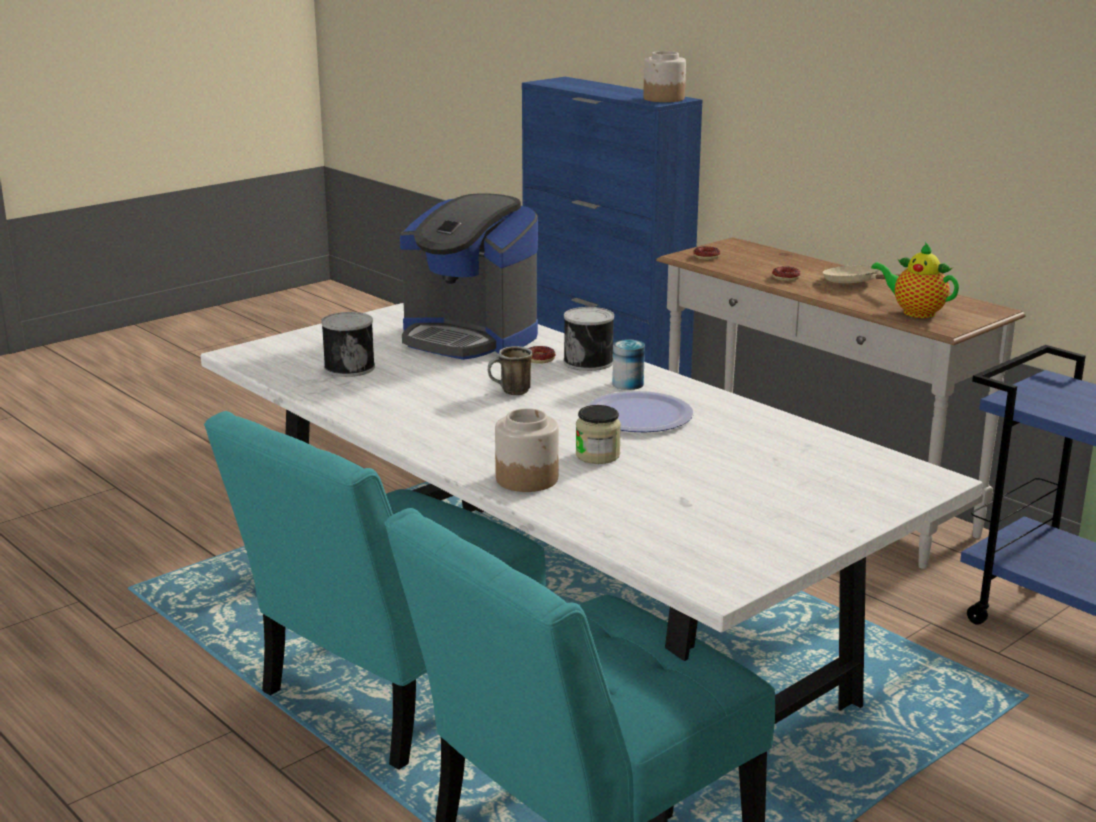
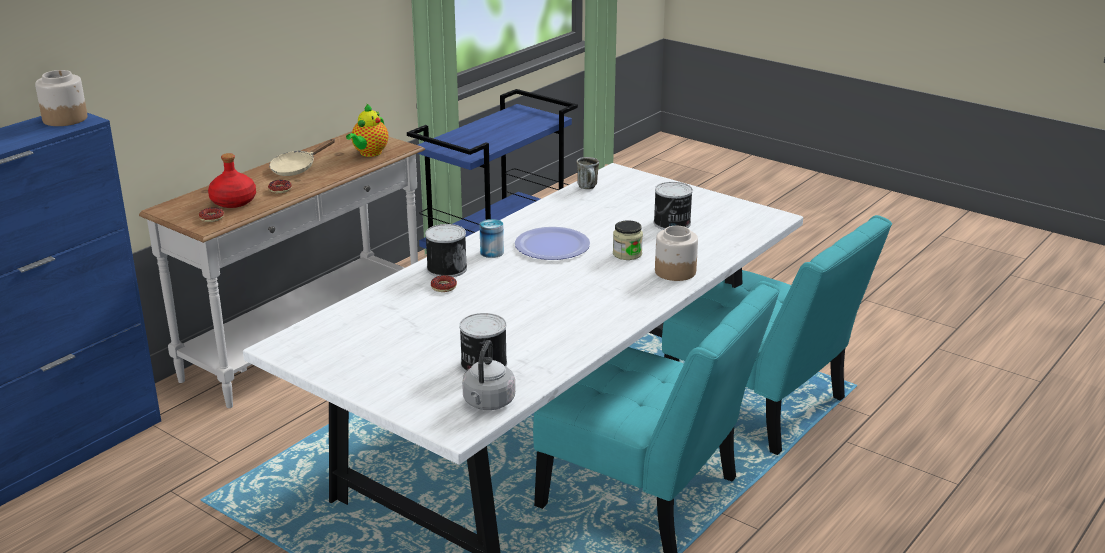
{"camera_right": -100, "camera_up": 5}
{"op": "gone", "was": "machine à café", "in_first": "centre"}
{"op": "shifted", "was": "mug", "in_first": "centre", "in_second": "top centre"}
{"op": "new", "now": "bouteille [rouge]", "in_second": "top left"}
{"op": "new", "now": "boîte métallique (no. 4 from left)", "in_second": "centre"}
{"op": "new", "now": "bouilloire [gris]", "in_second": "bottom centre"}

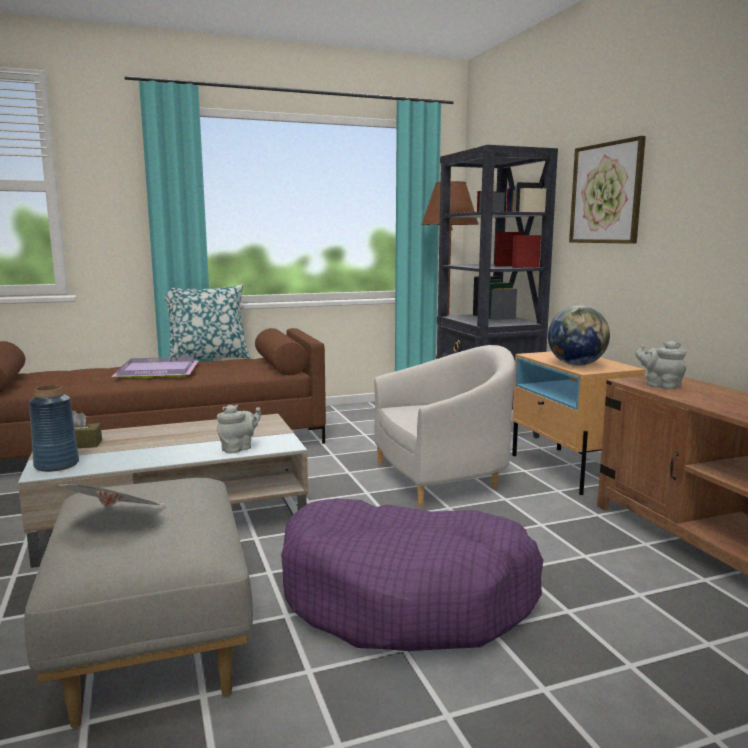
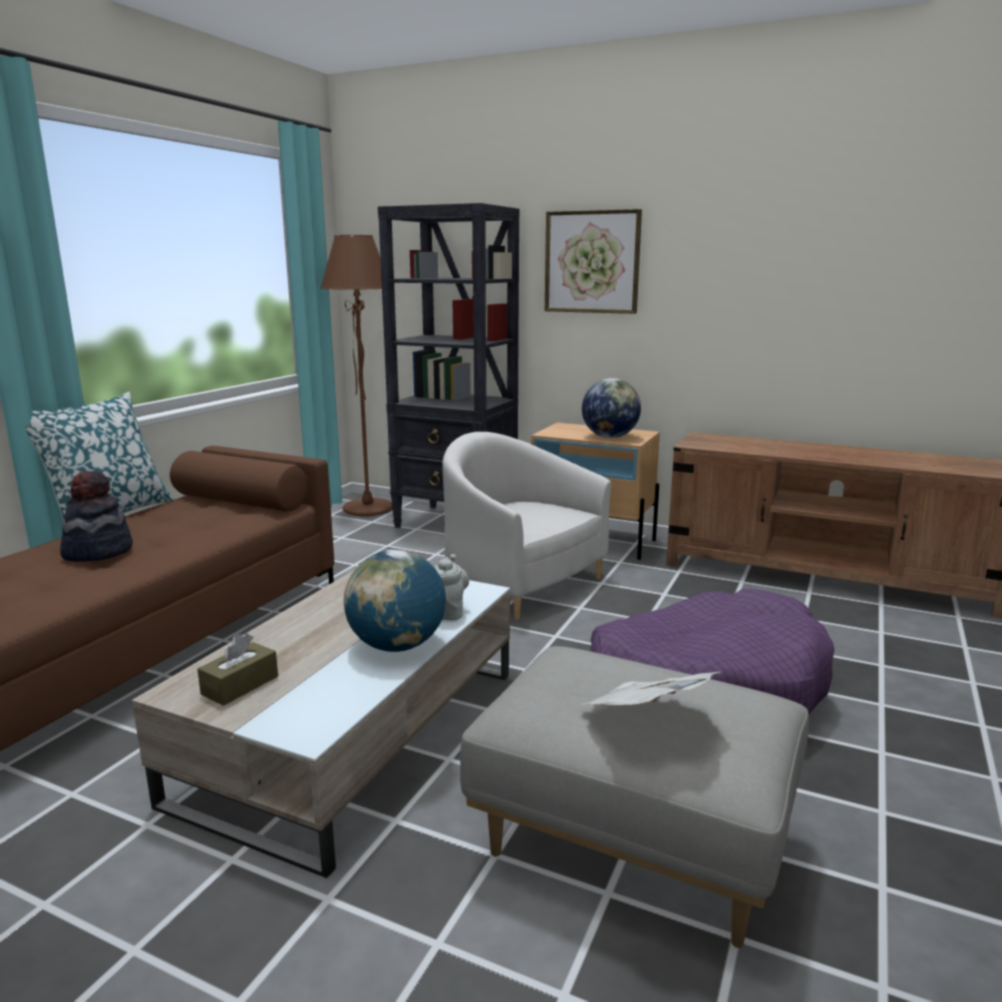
{"camera_right": -45, "camera_up": 5}
{"op": "gone", "was": "théière [gris] (no. 2 from left)", "in_first": "middle right"}
{"op": "rotated", "was": "fauteuil [blanc]", "in_first": "centre", "in_second": "centre", "clockwise": -75}
{"op": "swapped", "was": "plateau [violet]", "now": "chapeau", "in_first": "middle left", "in_second": "middle left"}
{"op": "gone", "was": "vase [bleu]", "in_first": "middle left"}
{"op": "new", "now": "globe (no. 1 from left)", "in_second": "centre"}

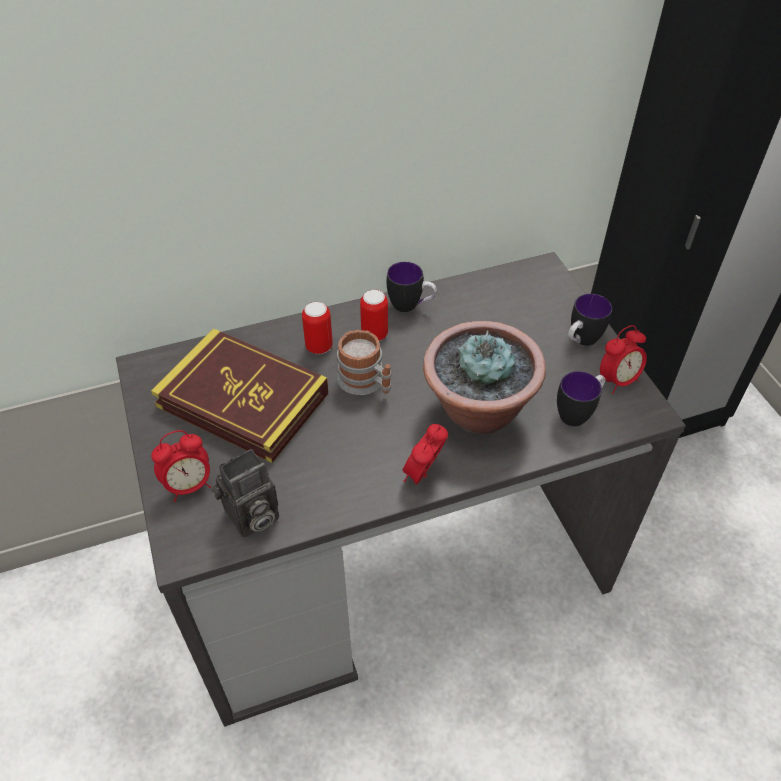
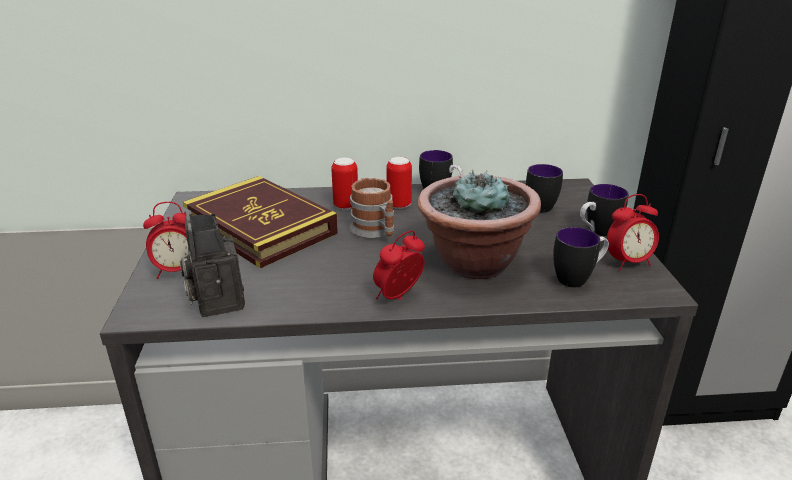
{"camera_right": 15, "camera_up": -20}
{"op": "rotated", "was": "appareil photo", "in_first": "middle left", "in_second": "middle left", "clockwise": 90}
{"op": "new", "now": "mug (no. 3 from left)", "in_second": "middle right"}

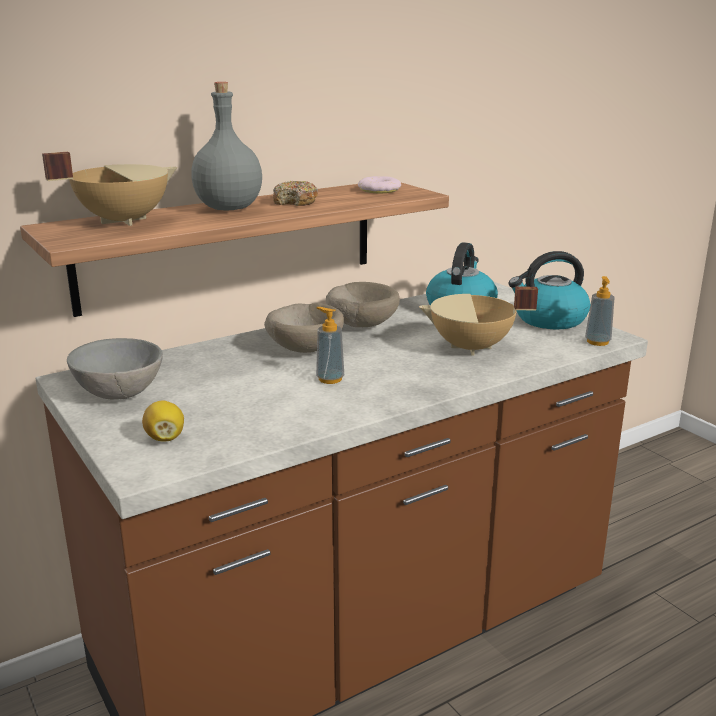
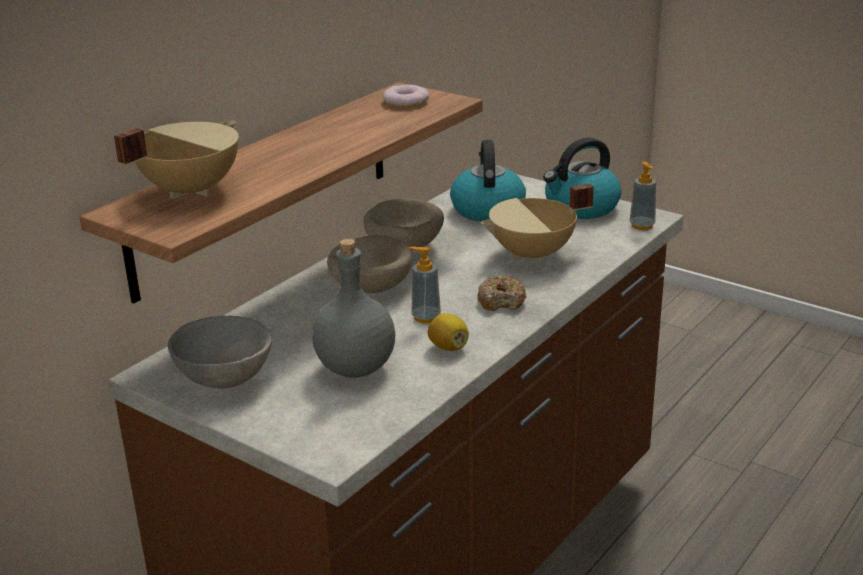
{"camera_right": -20, "camera_up": 5}
{"op": "shifted", "was": "bouteille [gris]", "in_first": "top left", "in_second": "centre"}
{"op": "shifted", "was": "beignet (no. 1 from left in the first image)", "now": "beignet (no. 2 from left)", "in_first": "top centre", "in_second": "centre"}
{"op": "shifted", "was": "citron", "in_first": "middle left", "in_second": "centre"}

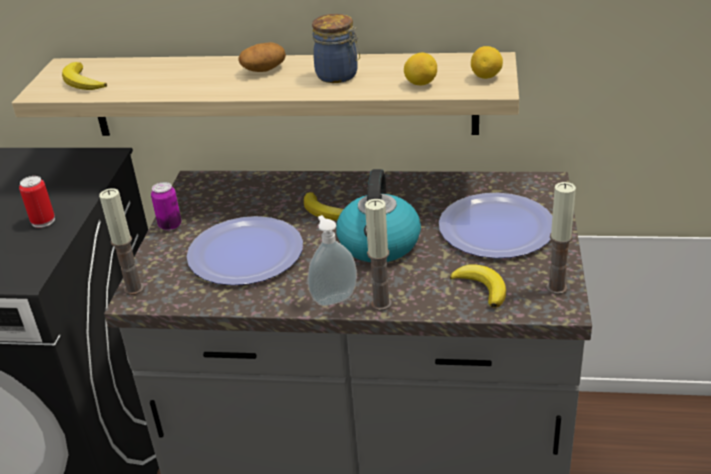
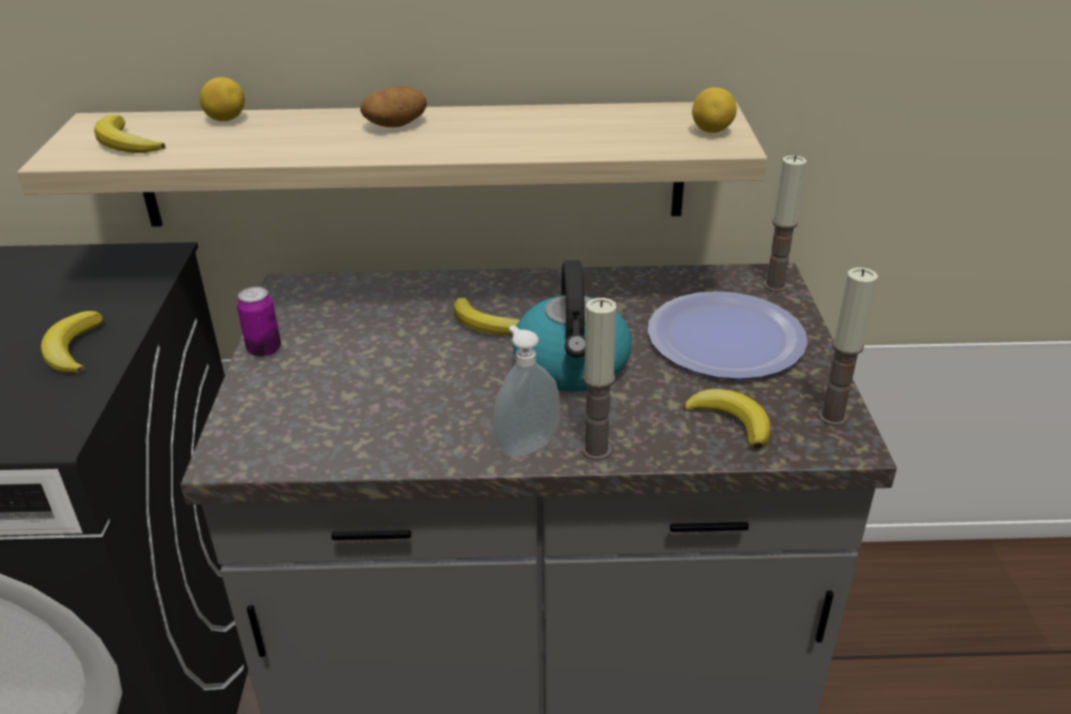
{"camera_right": -10, "camera_up": 0}
{"op": "gone", "was": "bocal", "in_first": "top centre"}
{"op": "shifted", "was": "citron (no. 1 from left)", "in_first": "top centre", "in_second": "top left"}
{"op": "swapped", "was": "boîte métallique (no. 1 from left)", "now": "banane (no. 1 from left)", "in_first": "middle left", "in_second": "middle left"}
{"op": "shifted", "was": "bougie (no. 1 from left in the first image)", "now": "bougie (no. 2 from left)", "in_first": "middle left", "in_second": "top right"}
{"op": "gone", "was": "assiette (no. 1 from left)", "in_first": "centre"}

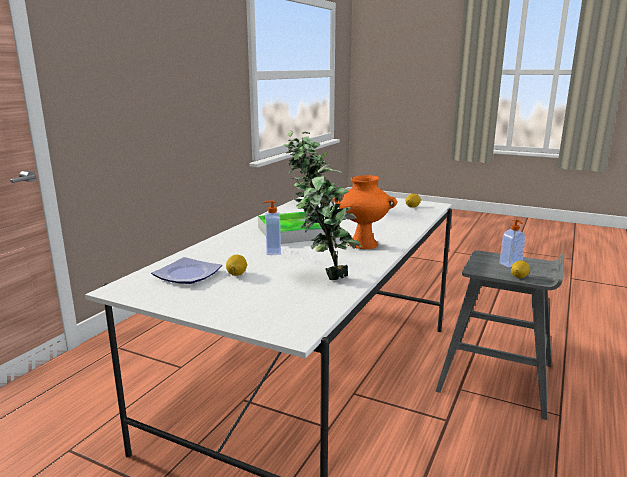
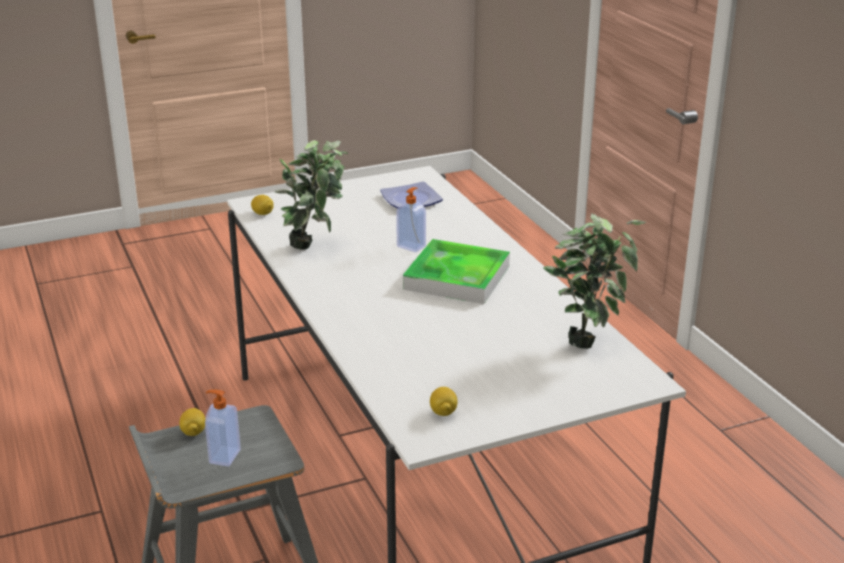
{"camera_right": 130, "camera_up": 10}
{"op": "gone", "was": "vase [orange]", "in_first": "centre"}
{"op": "shifted", "was": "citron (no. 1 from left in the first image)", "now": "citron (no. 2 from left)", "in_first": "centre", "in_second": "middle left"}

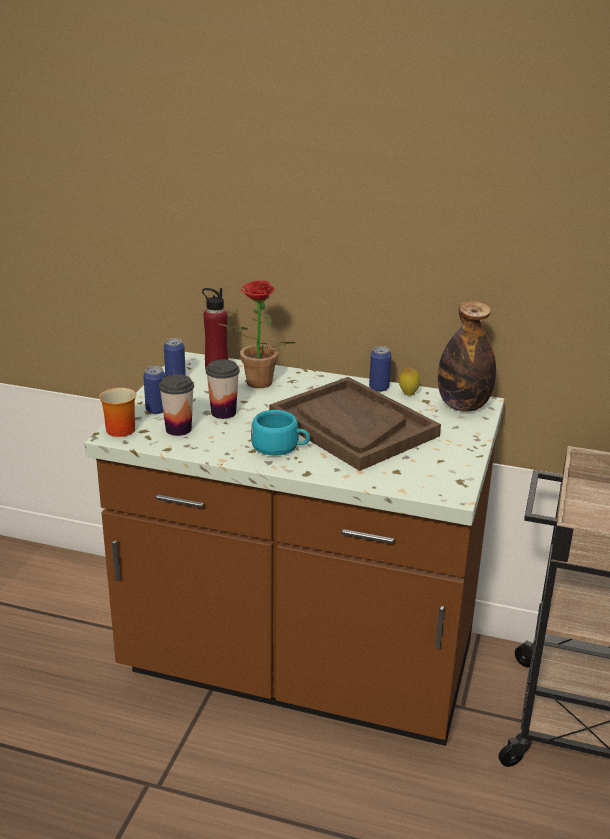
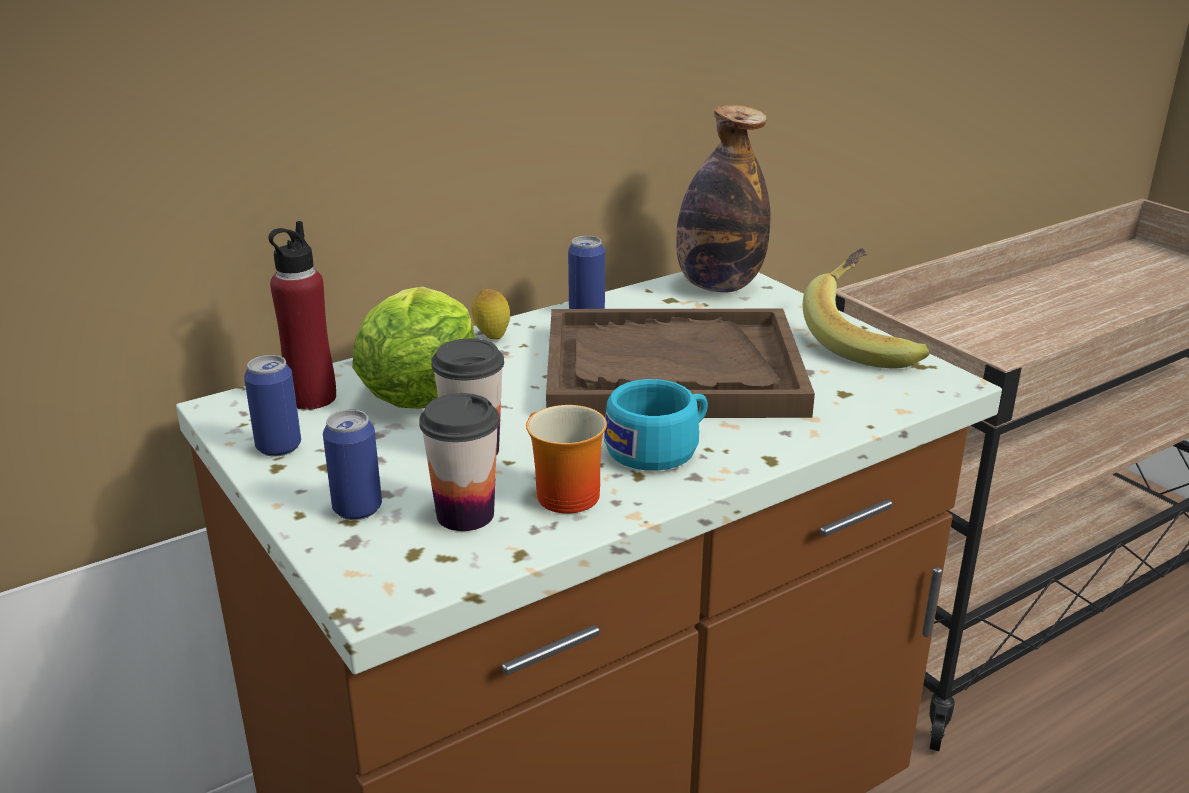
{"camera_right": -50, "camera_up": 0}
{"op": "swapped", "was": "plante en pot", "now": "laitue", "in_first": "centre", "in_second": "centre"}
{"op": "shifted", "was": "citron", "in_first": "middle right", "in_second": "centre"}
{"op": "shifted", "was": "mug", "in_first": "middle left", "in_second": "centre"}
{"op": "new", "now": "banane", "in_second": "middle right"}

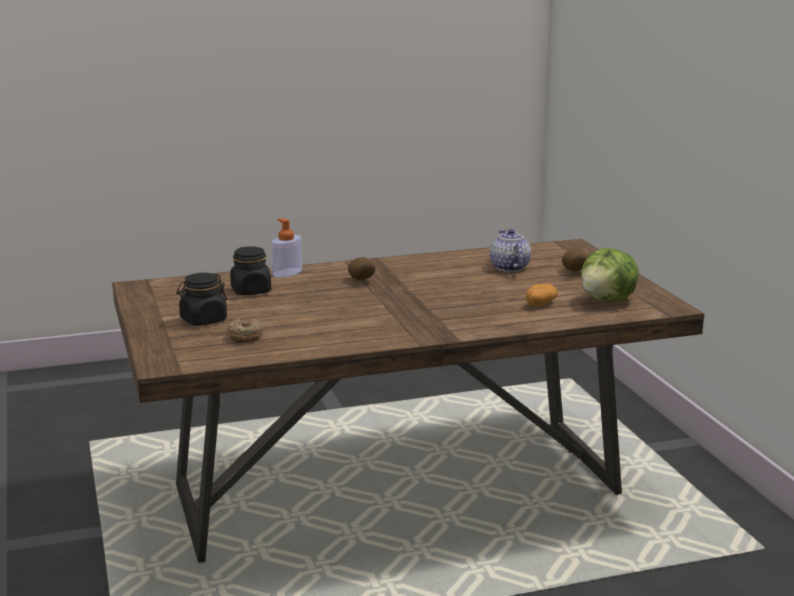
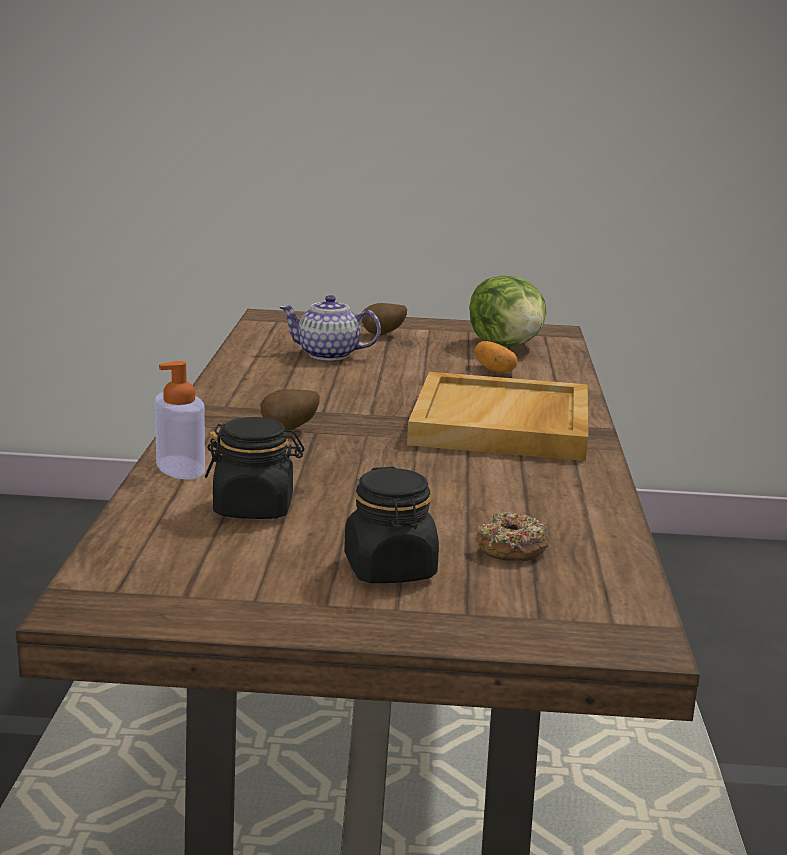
{"camera_right": -70, "camera_up": 0}
{"op": "new", "now": "plateau [beige]", "in_second": "centre"}

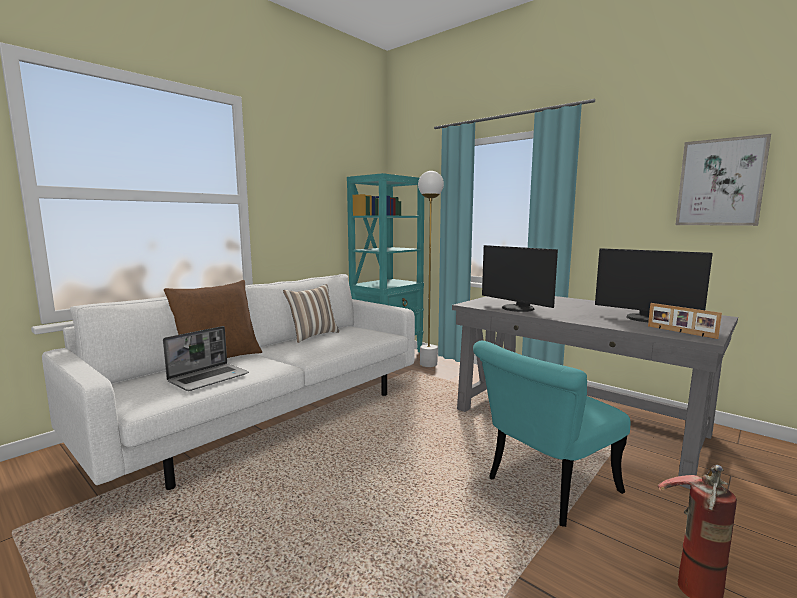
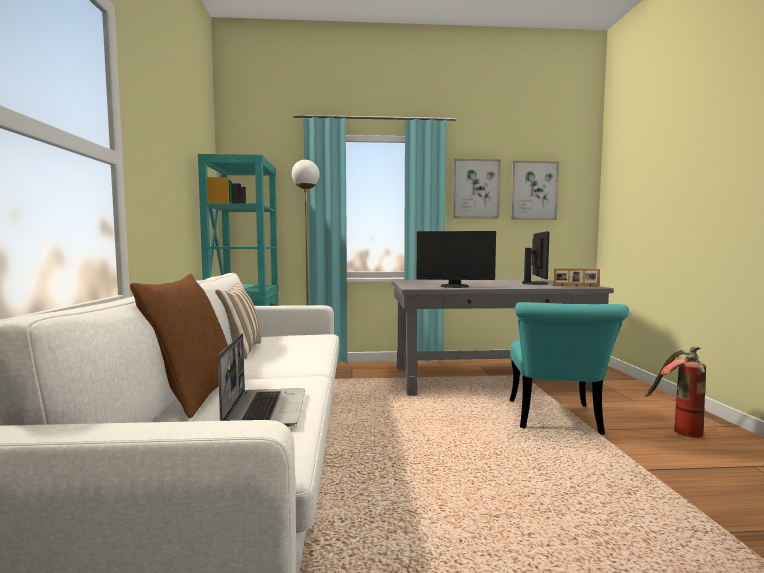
{"camera_right": -45, "camera_up": -5}
{"op": "rotated", "was": "écran d'ordinateur (no. 2 from left)", "in_first": "middle right", "in_second": "middle right", "clockwise": -75}
{"op": "new", "now": "tableau (no. 1 from left)", "in_second": "top centre"}

